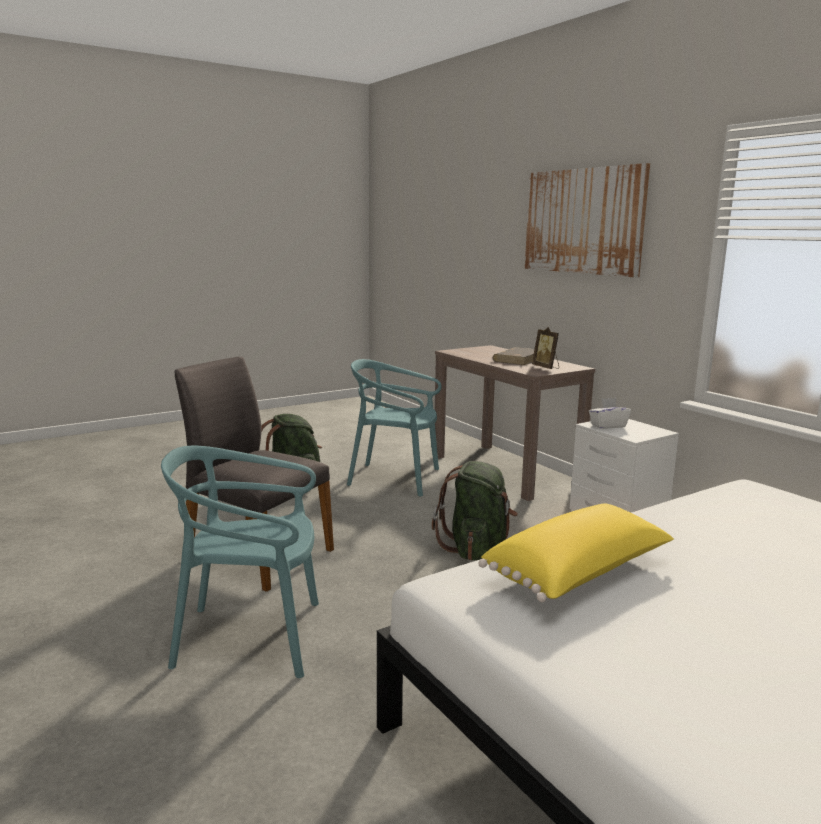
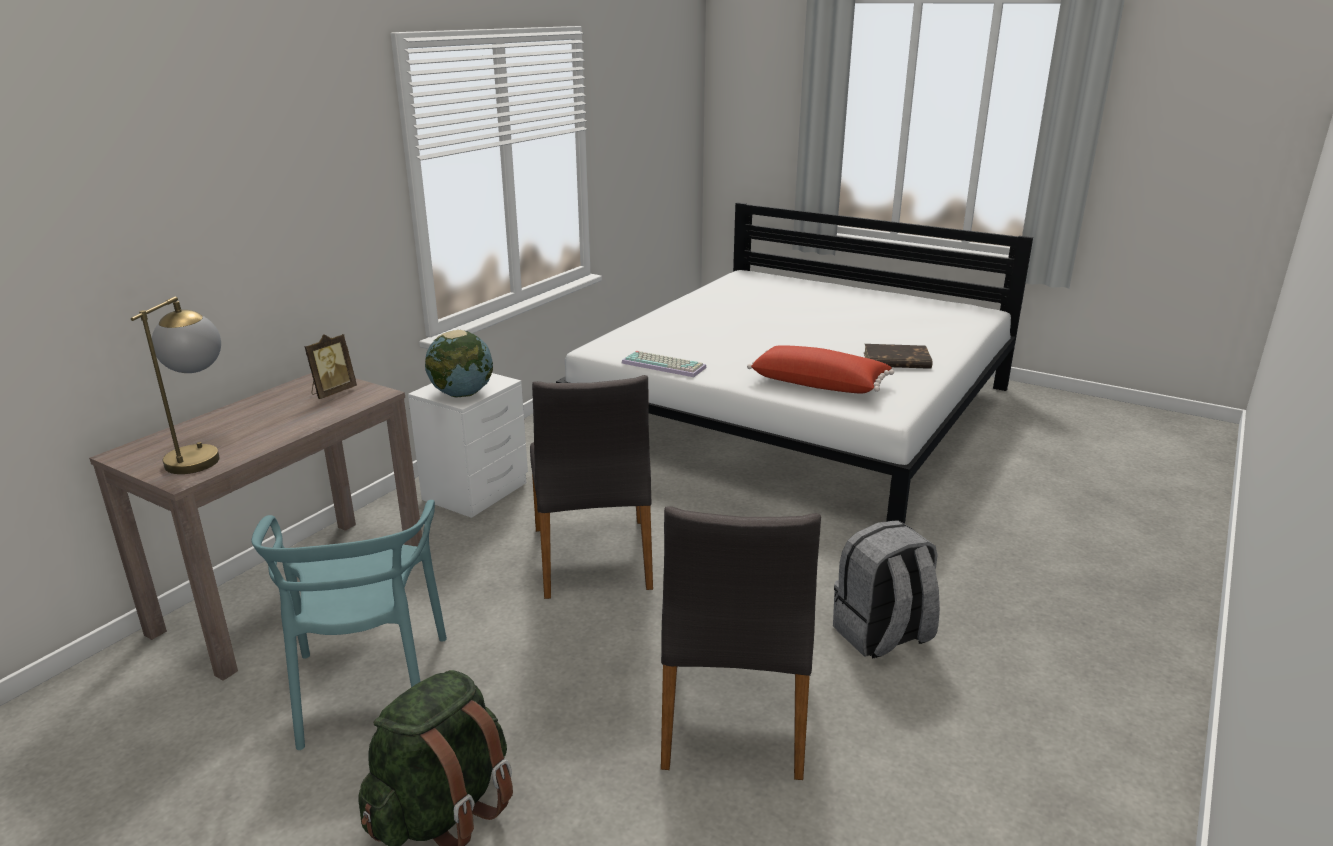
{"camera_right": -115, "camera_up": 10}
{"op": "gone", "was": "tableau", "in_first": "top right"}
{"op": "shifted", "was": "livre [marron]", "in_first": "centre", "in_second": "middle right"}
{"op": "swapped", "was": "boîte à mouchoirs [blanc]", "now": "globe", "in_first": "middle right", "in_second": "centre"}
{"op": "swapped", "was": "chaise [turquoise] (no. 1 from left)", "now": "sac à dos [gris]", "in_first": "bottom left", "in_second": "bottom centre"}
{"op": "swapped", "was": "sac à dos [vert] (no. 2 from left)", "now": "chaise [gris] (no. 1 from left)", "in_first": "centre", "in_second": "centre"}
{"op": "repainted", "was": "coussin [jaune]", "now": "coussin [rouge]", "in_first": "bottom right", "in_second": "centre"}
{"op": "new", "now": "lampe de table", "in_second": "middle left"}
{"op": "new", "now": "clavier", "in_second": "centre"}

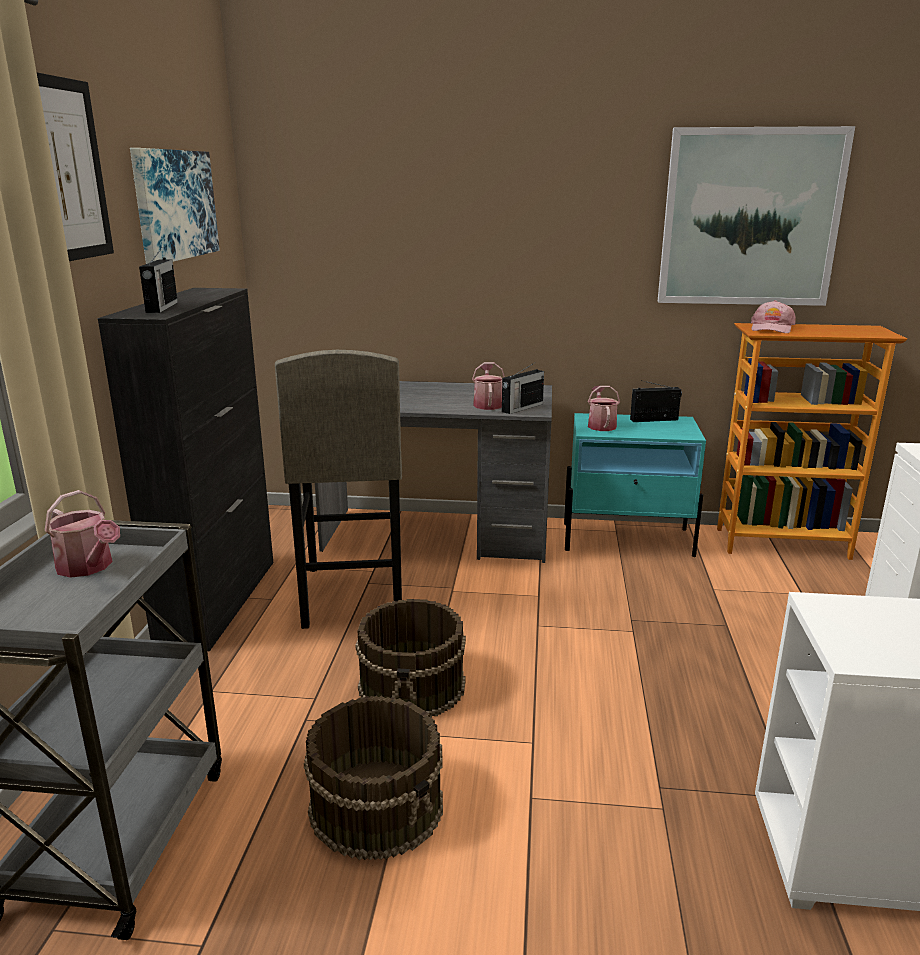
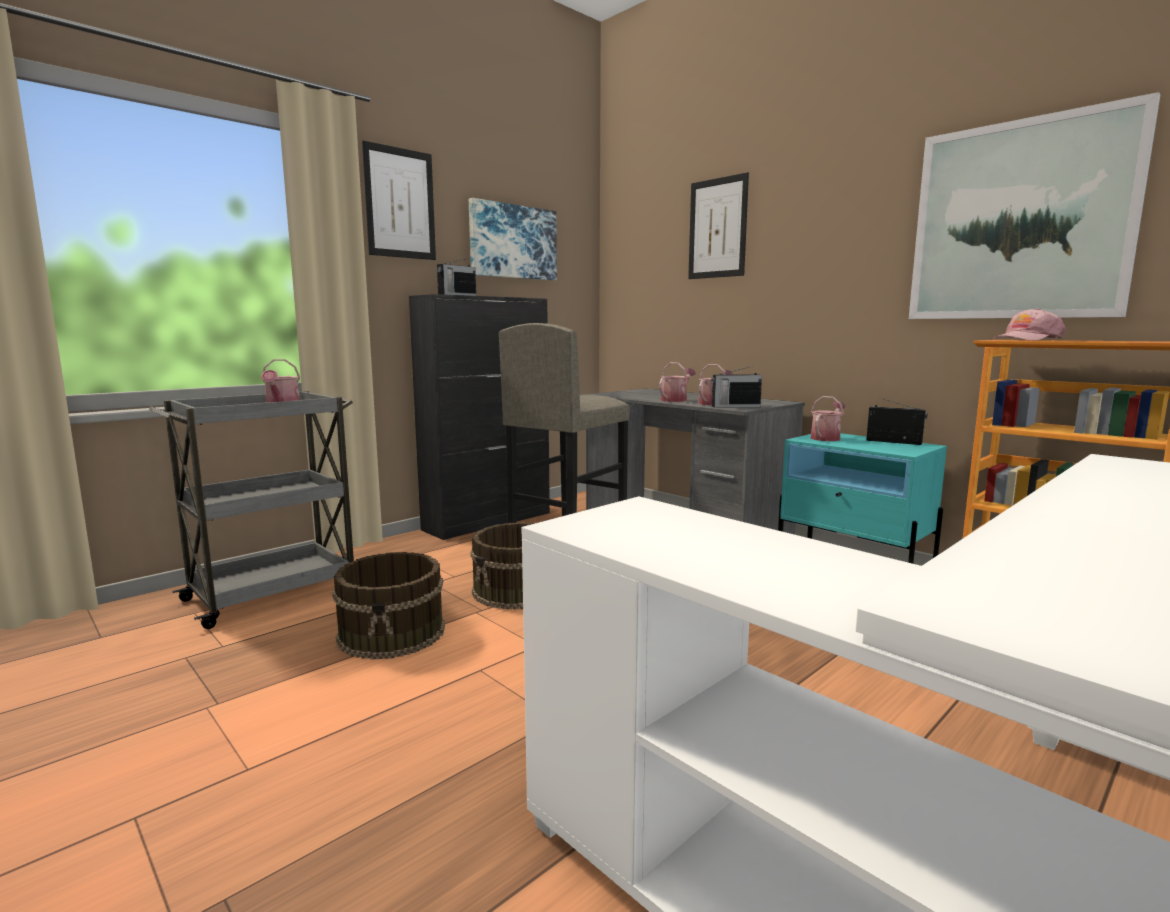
{"camera_right": 40, "camera_up": -10}
{"op": "new", "now": "tableau (no. 3 from left)", "in_second": "top centre"}
{"op": "new", "now": "arrosoir (no. 2 from left)", "in_second": "centre"}

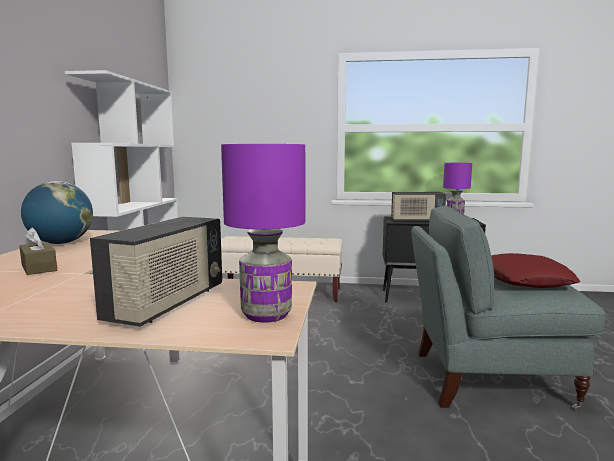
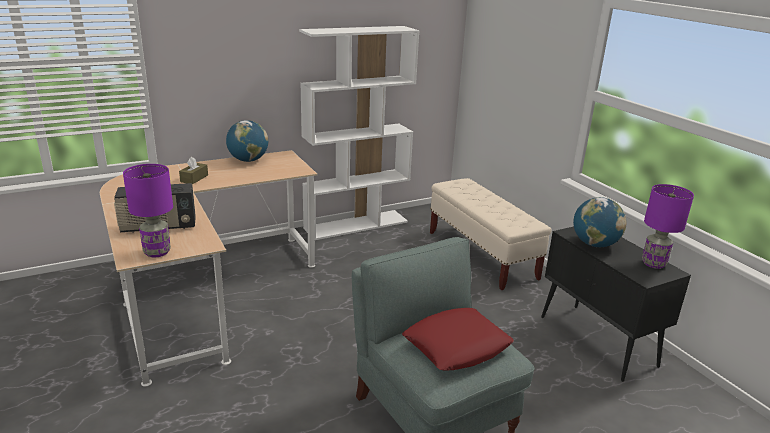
{"camera_right": 55, "camera_up": 15}
{"op": "swapped", "was": "radio (no. 2 from left)", "now": "globe (no. 2 from left)", "in_first": "middle right", "in_second": "middle right"}

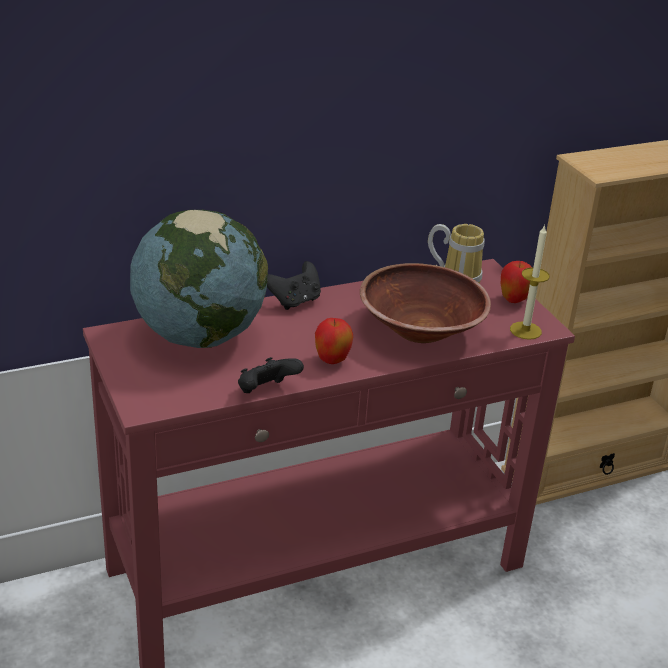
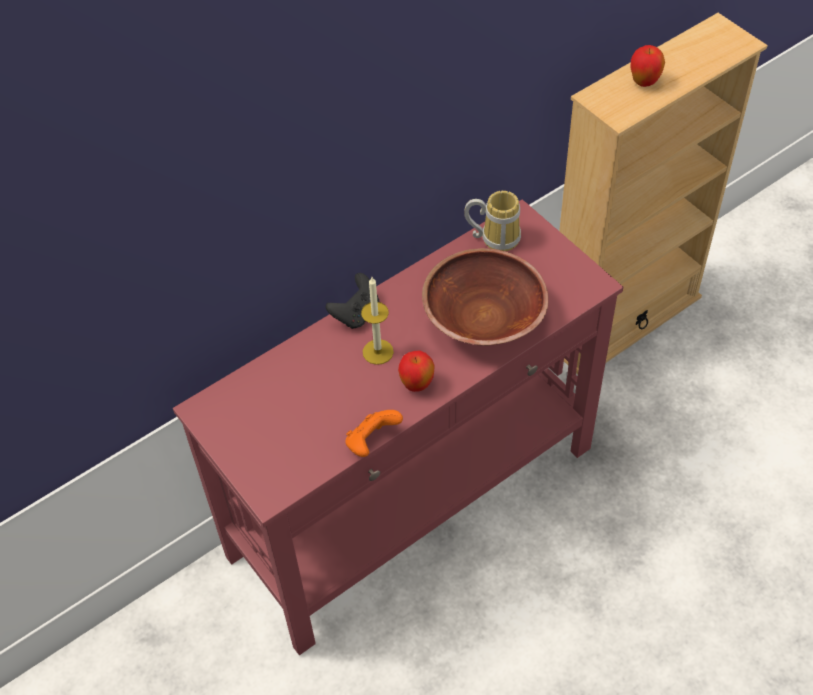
{"camera_right": -10, "camera_up": 20}
{"op": "gone", "was": "globe", "in_first": "middle left"}
{"op": "shifted", "was": "bougie", "in_first": "middle right", "in_second": "centre"}
{"op": "shifted", "was": "pomme (no. 2 from left)", "in_first": "middle right", "in_second": "top right"}
{"op": "repainted", "was": "manette [noir] (no. 1 from left)", "now": "manette [orange]", "in_first": "centre", "in_second": "centre"}

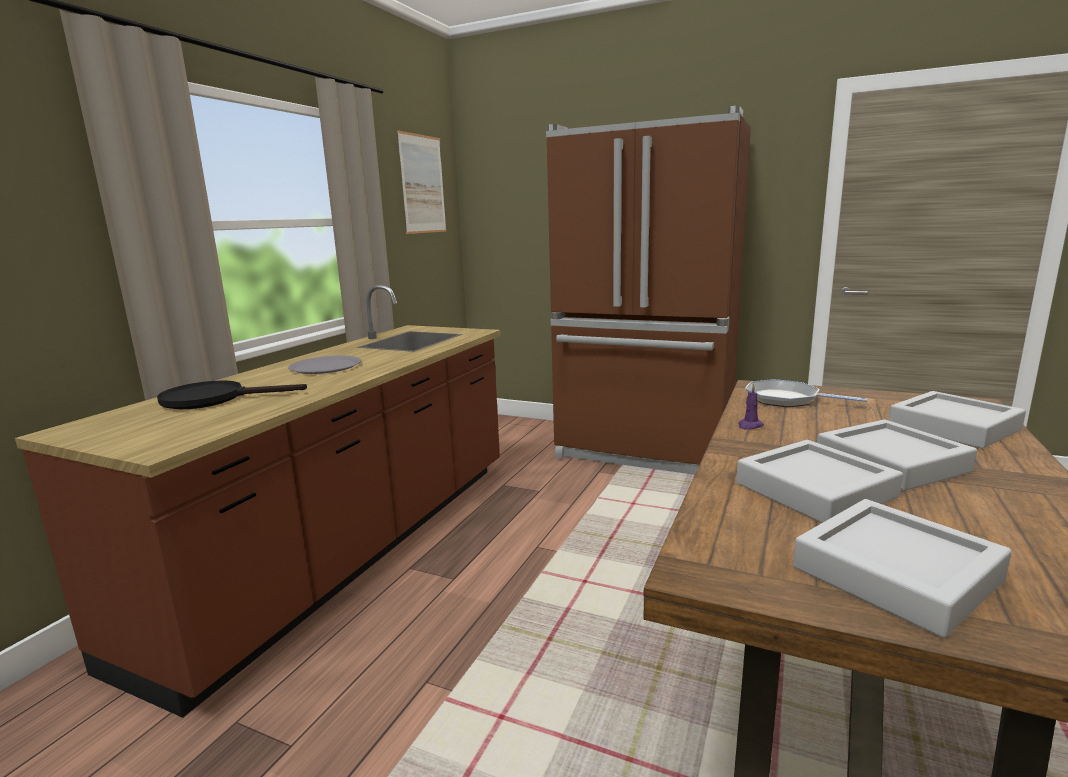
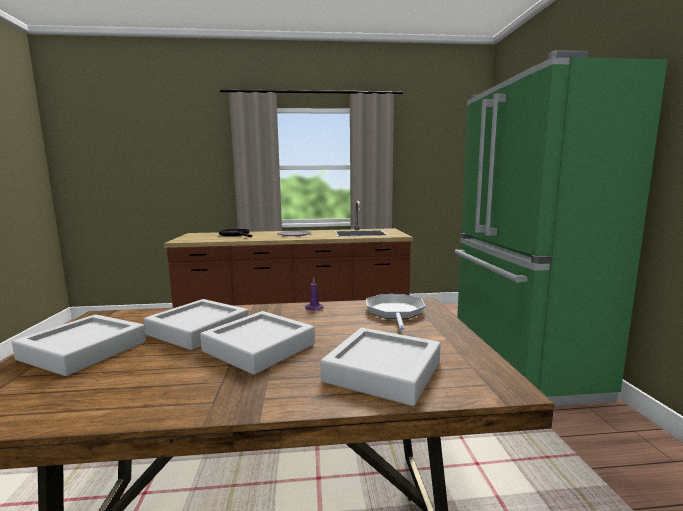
{"camera_right": 60, "camera_up": -5}
{"op": "repainted", "was": "réfrigérateur [marron]", "now": "réfrigérateur [vert]", "in_first": "centre", "in_second": "middle right"}
{"op": "gone", "was": "tableau", "in_first": "top centre"}

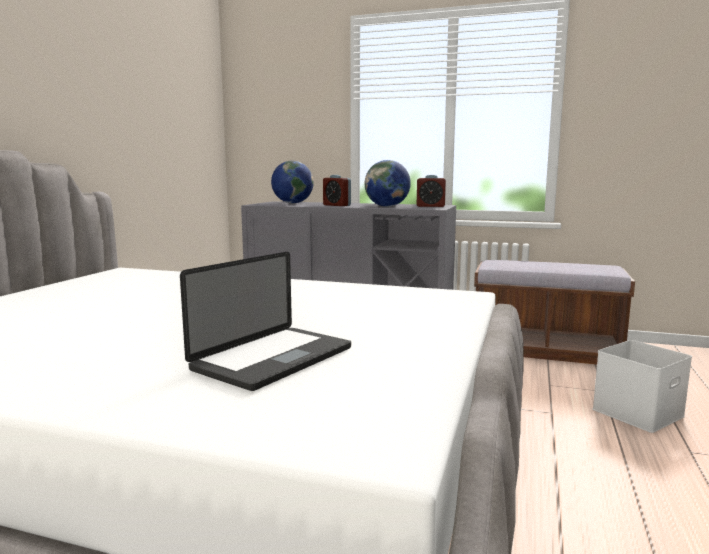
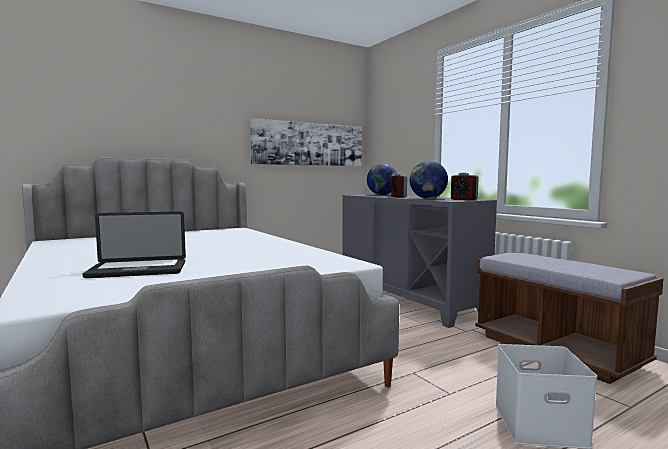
{"camera_right": 40, "camera_up": -5}
{"op": "new", "now": "tableau", "in_second": "top centre"}

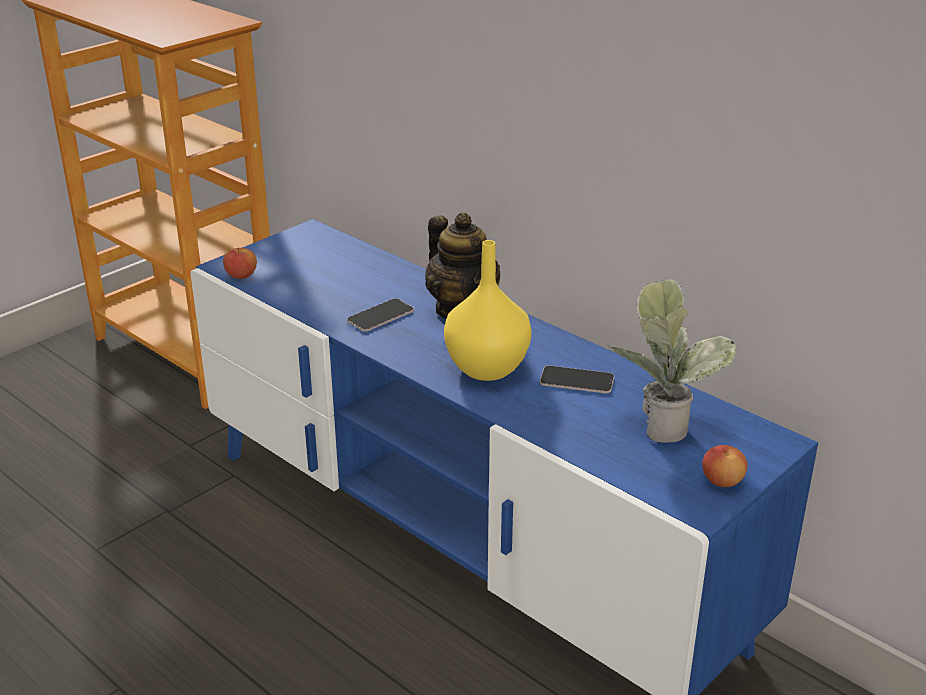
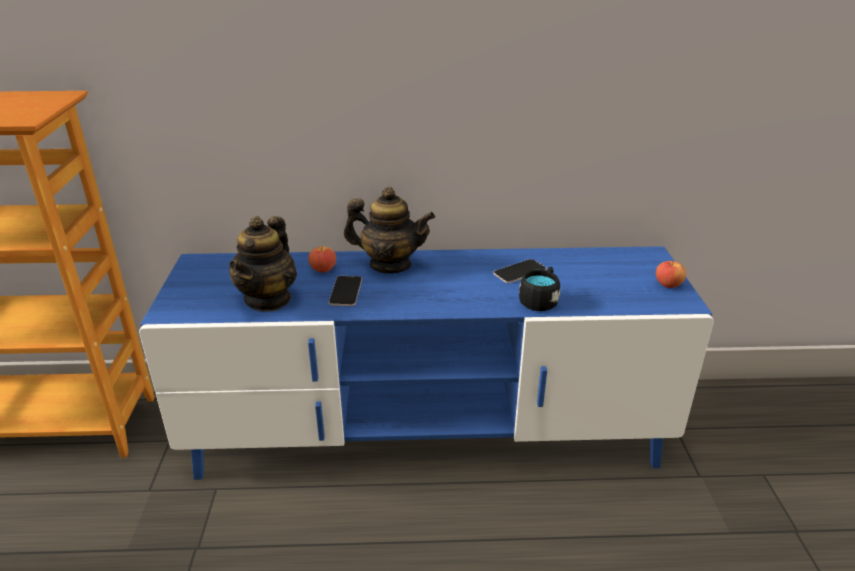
{"camera_right": -45, "camera_up": 0}
{"op": "gone", "was": "vase [jaune]", "in_first": "centre"}
{"op": "shifted", "was": "pomme (no. 1 from left)", "in_first": "middle left", "in_second": "centre"}
{"op": "gone", "was": "plante en pot", "in_first": "middle right"}
{"op": "new", "now": "théière (no. 1 from left)", "in_second": "middle left"}
{"op": "new", "now": "mug [noir]", "in_second": "centre"}

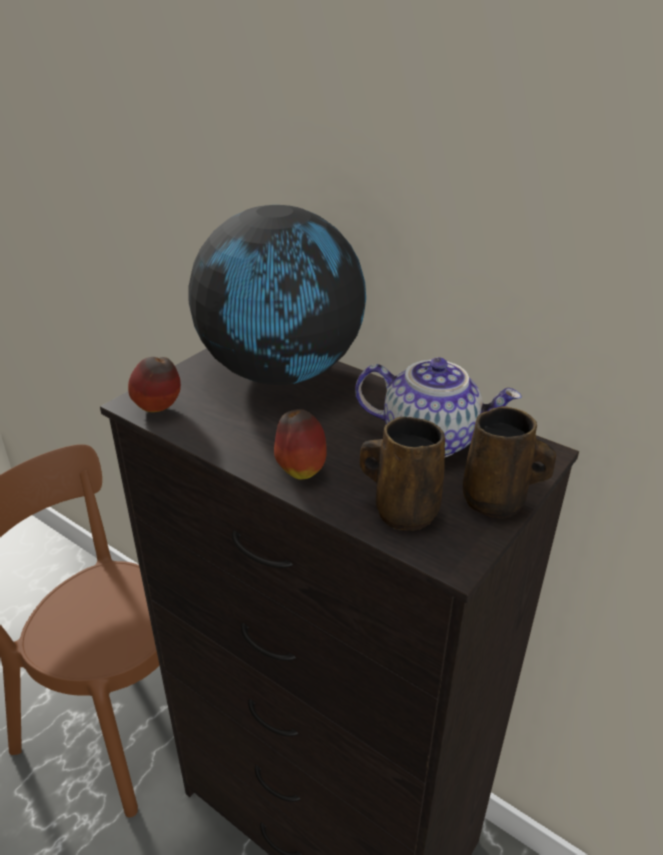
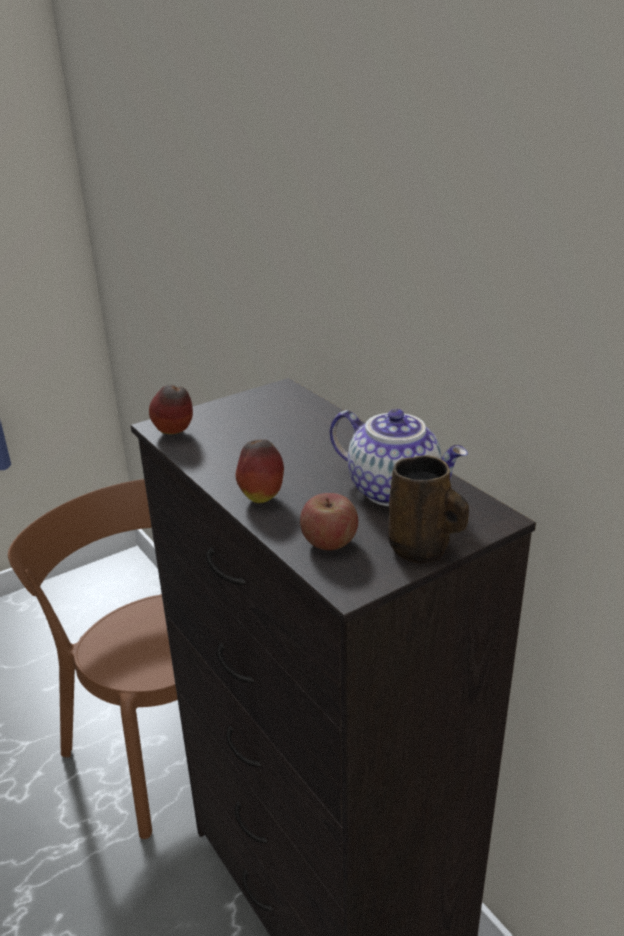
{"camera_right": 20, "camera_up": -5}
{"op": "gone", "was": "globe", "in_first": "centre"}
{"op": "swapped", "was": "mug [marron] (no. 1 from left)", "now": "pomme (no. 3 from left)", "in_first": "centre", "in_second": "centre"}

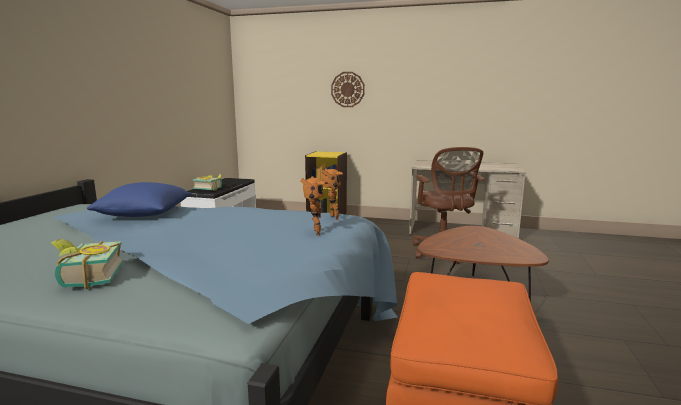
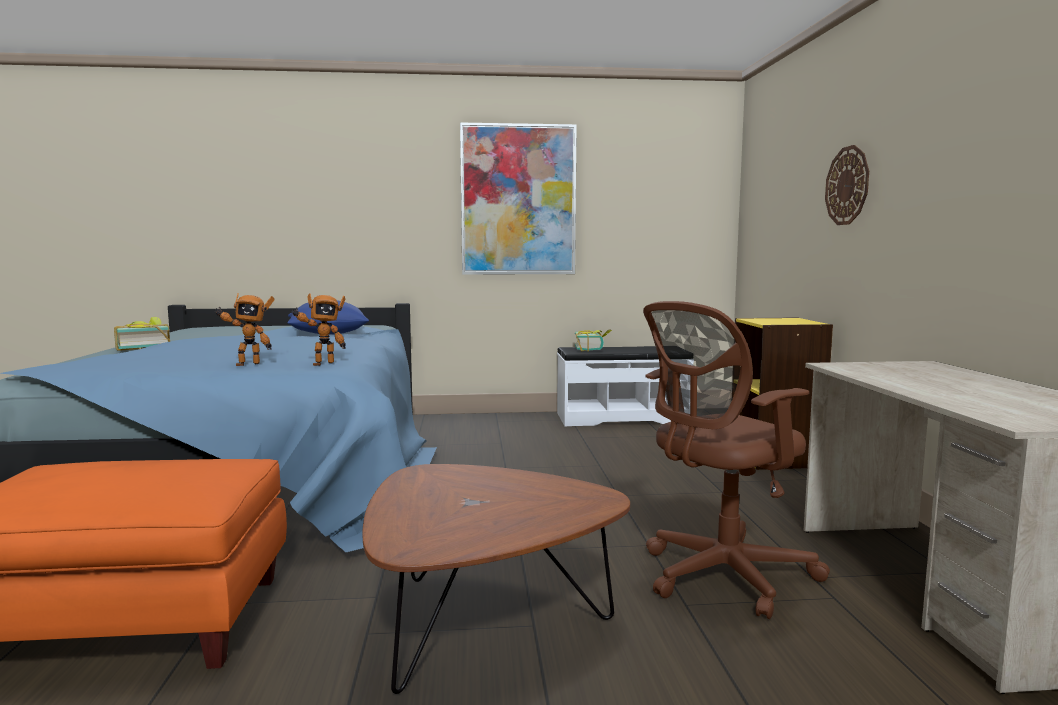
{"camera_right": 70, "camera_up": -5}
{"op": "new", "now": "tableau", "in_second": "top centre"}

